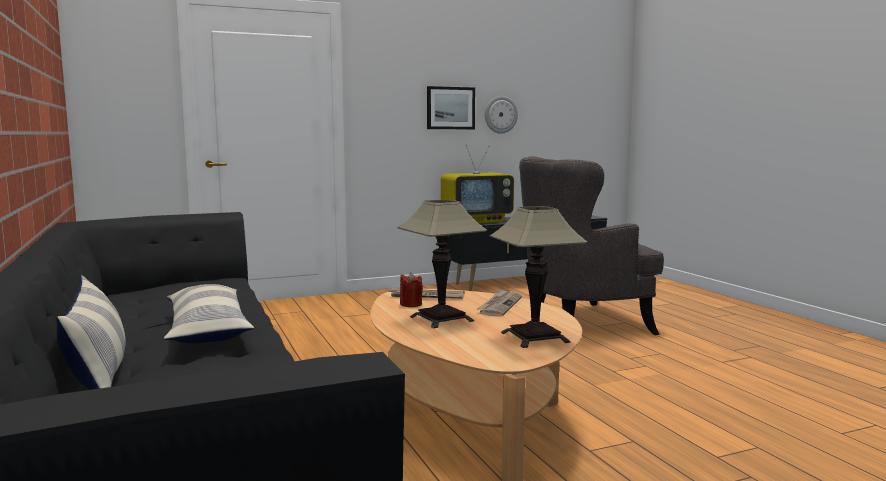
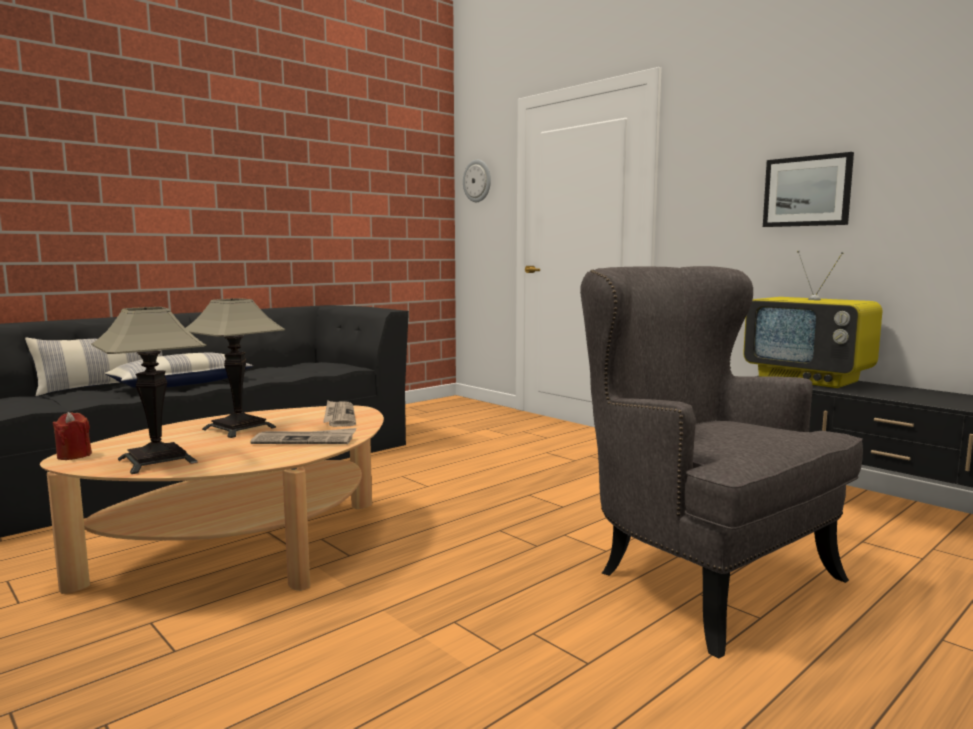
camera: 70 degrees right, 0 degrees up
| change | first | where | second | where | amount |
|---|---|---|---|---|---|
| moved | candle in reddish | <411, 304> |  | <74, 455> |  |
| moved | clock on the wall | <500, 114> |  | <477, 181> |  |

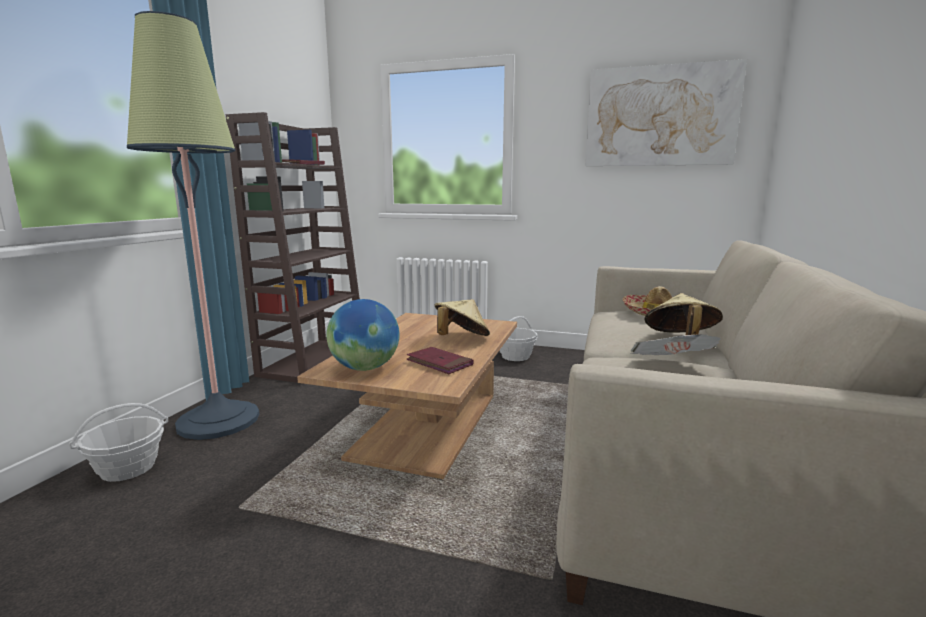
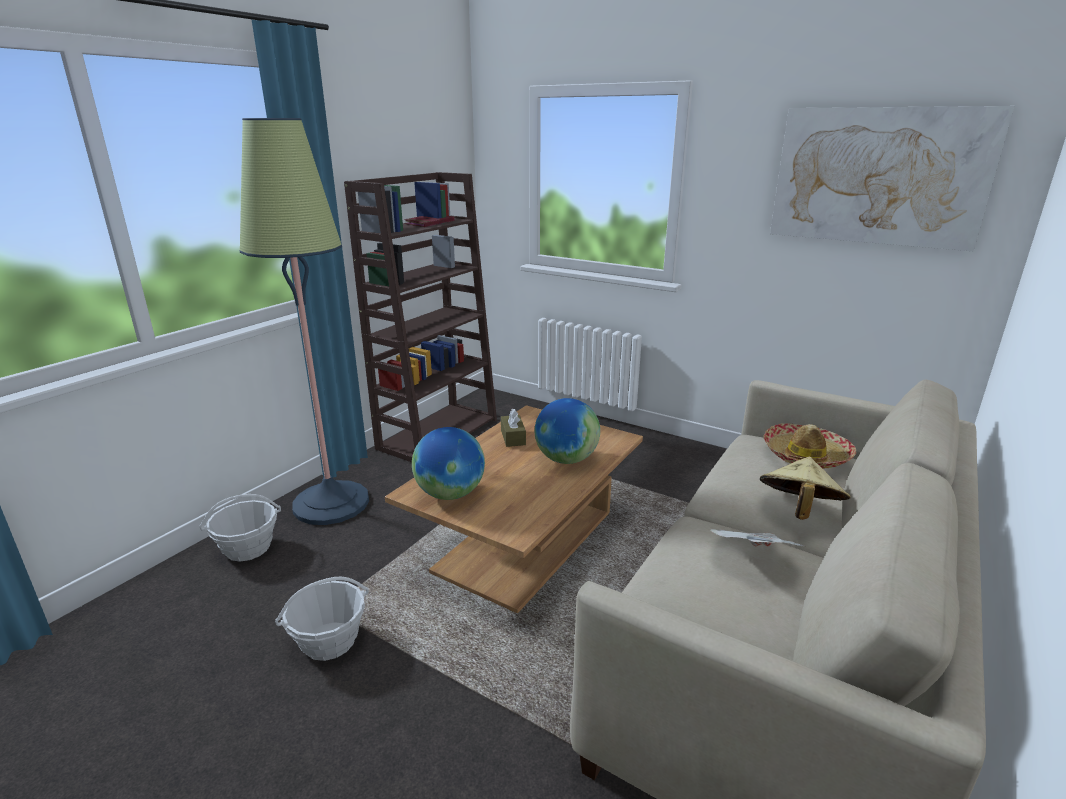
camera: 15 degrees right, 10 degrees up
| change | first | where | second | where | amount |
|---|---|---|---|---|---|
| removed | volume in reddish | <439, 363> |  |  |  |
| added |  |  | tissue holder in brown | <513, 437> |  |
| moved | basket | <515, 356> |  | <329, 641> |  |
| replaced | wearable hat in beige-coloured | <461, 338> | globe | <566, 459> |  |

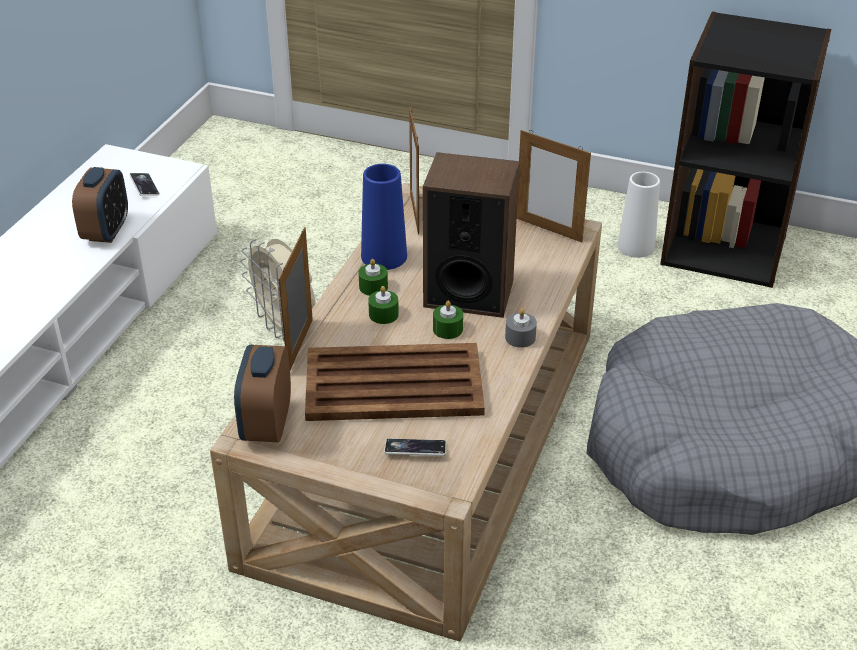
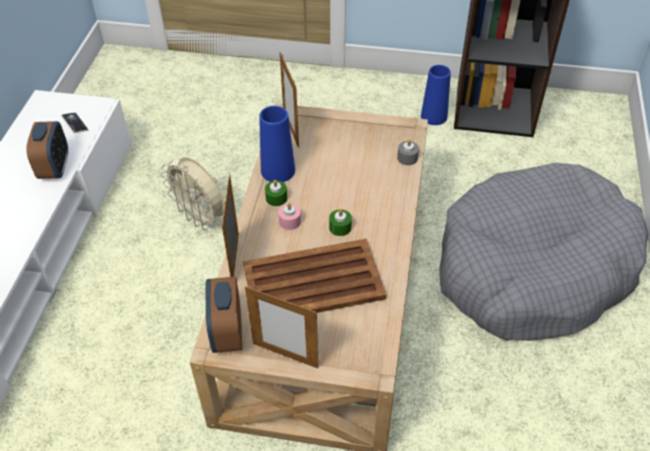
camera: 10 degrees left, 10 degrees up
| change | first | where | second | where | amount |
|---|---|---|---|---|---|
| removed | handset | <415, 450> |  |  |  |
| removed | audio speaker | <468, 293> |  |  |  |
| moved | candle in greyish | <520, 337> |  | <407, 158> |  |
| moved | photo frame | <548, 230> |  | <285, 355> |  |
| recoloured | candle in green-coloured | <383, 314> | candle in pink | <290, 221> |  |
| recoloured | vase in white-coloured | <636, 246> | vase in bluish | <434, 116> |  |

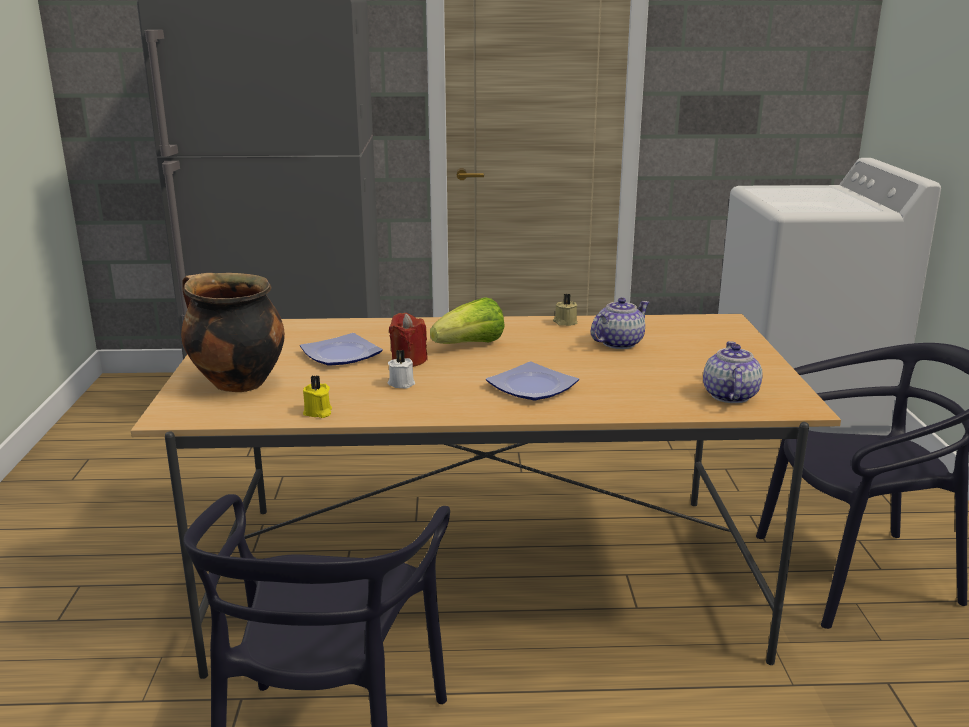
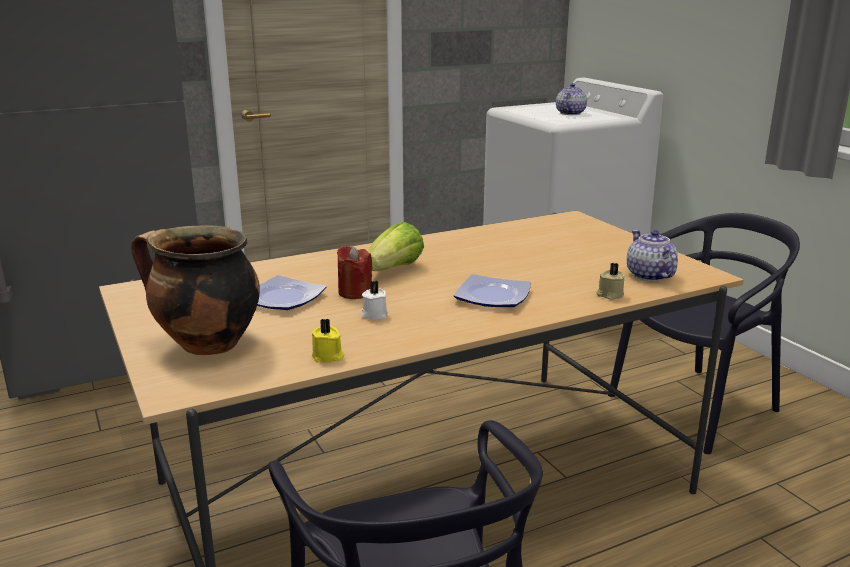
camera: 25 degrees left, 0 degrees up
| change | first | where | second | where | amount |
|---|---|---|---|---|---|
| moved | candle in beige-coloured | <565, 322> |  | <609, 295> |  |
| moved | tea pot | <618, 343> |  | <570, 113> |  |

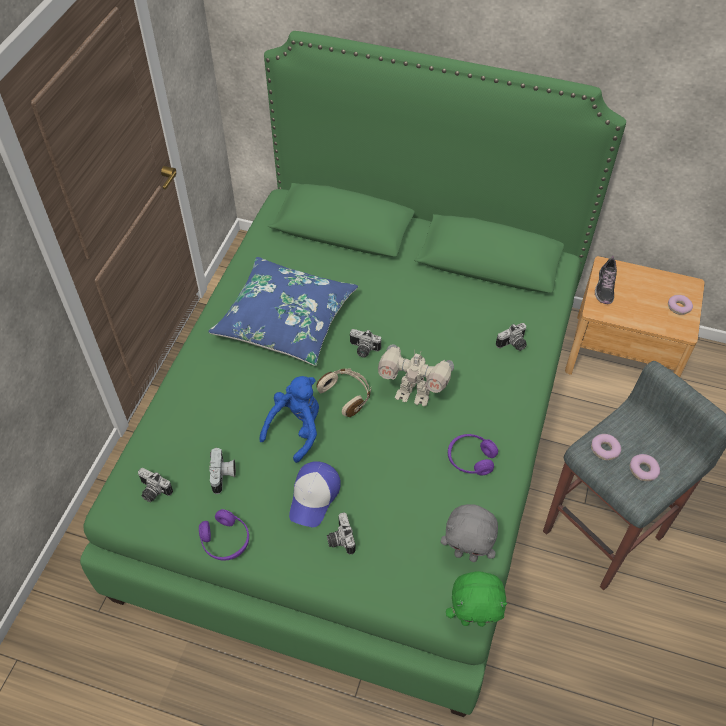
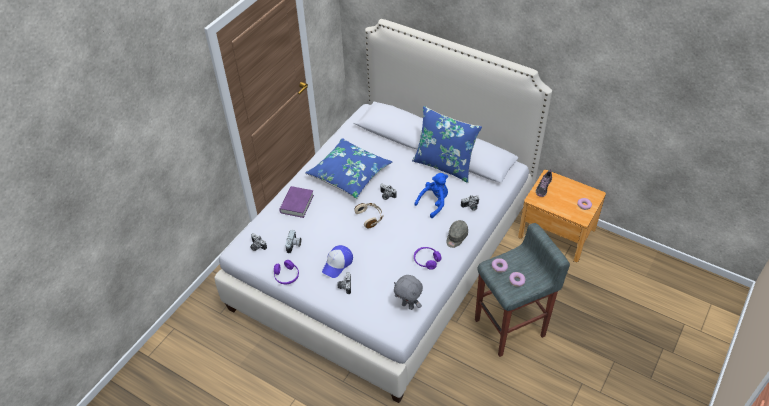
camera: 15 degrees right, 5 degrees down
| change | first | where | second | where | amount |
|---|---|---|---|---|---|
| removed | model robot | <413, 394> |  |  |  |
| removed | plush toy in green-coloured | <473, 620> |  |  |  |
| added |  |  | volume in purple-coloured | <297, 204> |  |
| added |  |  | cushion in bluish | <444, 165> |  |
| added |  |  | baseball cap in greyish | <456, 237> |  |
| moved | plush toy in bluish | <296, 429> |  | <434, 203> |  |
| recoloured | bedroom bed in green-coloured | <362, 441> | bedroom bed in white-coloured | <385, 253> |  |

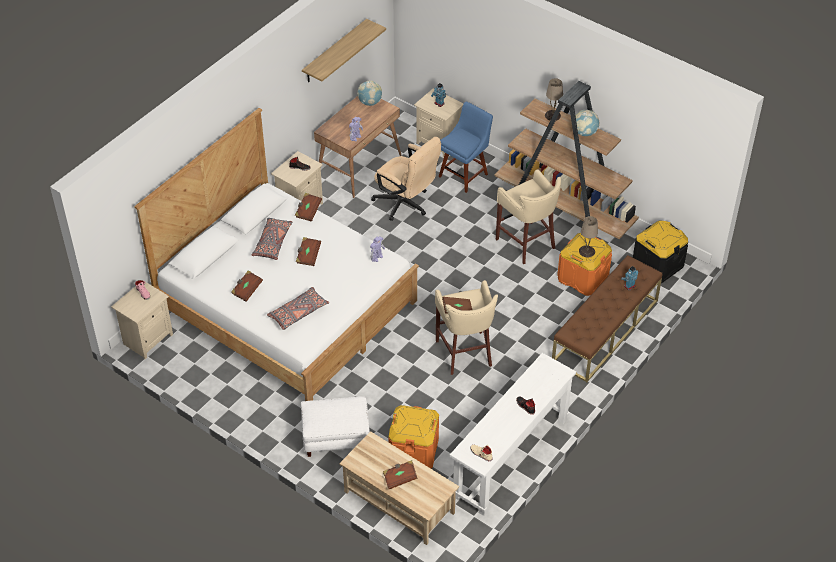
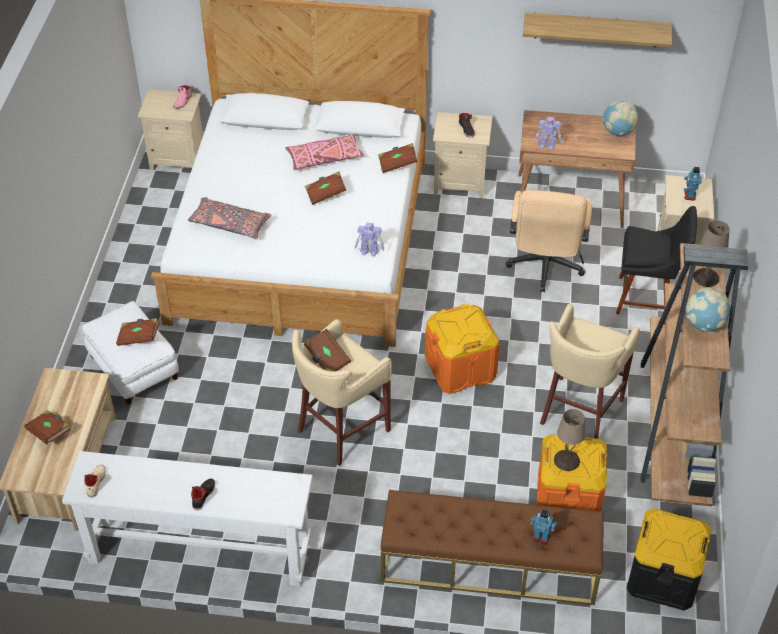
camera: 60 degrees right, 0 degrees up
| change | first | where | second | where | amount |
|---|---|---|---|---|---|
| moved | volume in brown | <247, 290> |  | <139, 337> |  |
| moved | storage container in orange-coloured | <413, 450> |  | <460, 368> |  |
| recoloured | cushion in greyish | <272, 243> | cushion in pink | <325, 158> |  |
| recoloured | chair in bluish | <464, 174> | chair in black | <647, 298> |  |

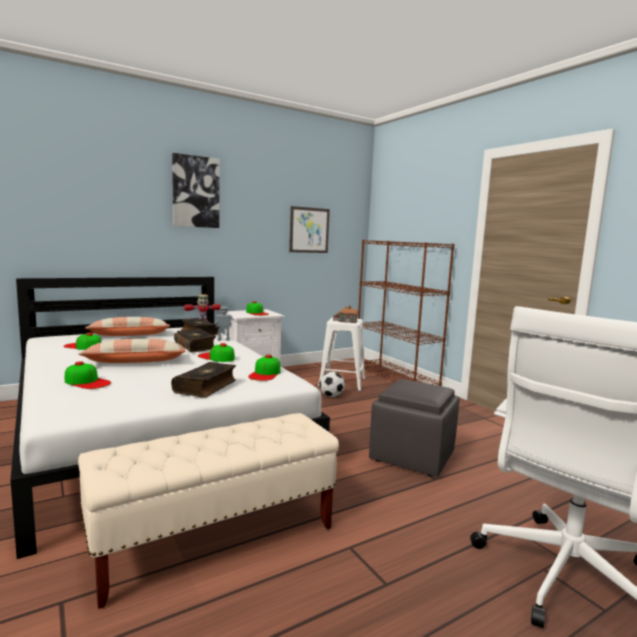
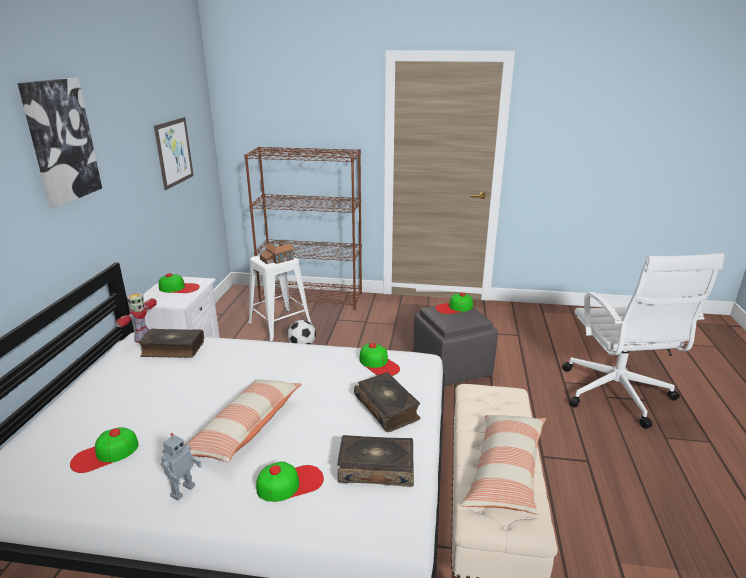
camera: 50 degrees left, 15 degrees up
| change | first | where | second | where | amount |
|---|---|---|---|---|---|
| moved | cushion | <129, 335> |  | <505, 471> |  |
| moved | volume | <195, 346> |  | <376, 468> |  |
| moved | baseball cap | <216, 357> |  | <454, 307> |  |
| moved | model robot | <223, 339> |  | <182, 490> |  |

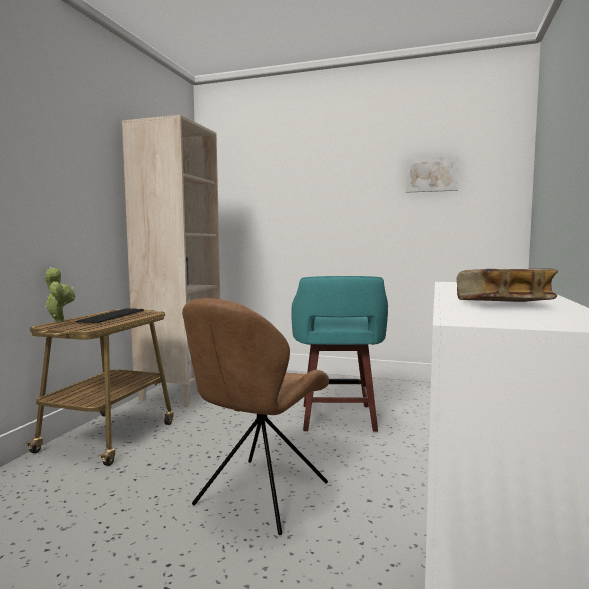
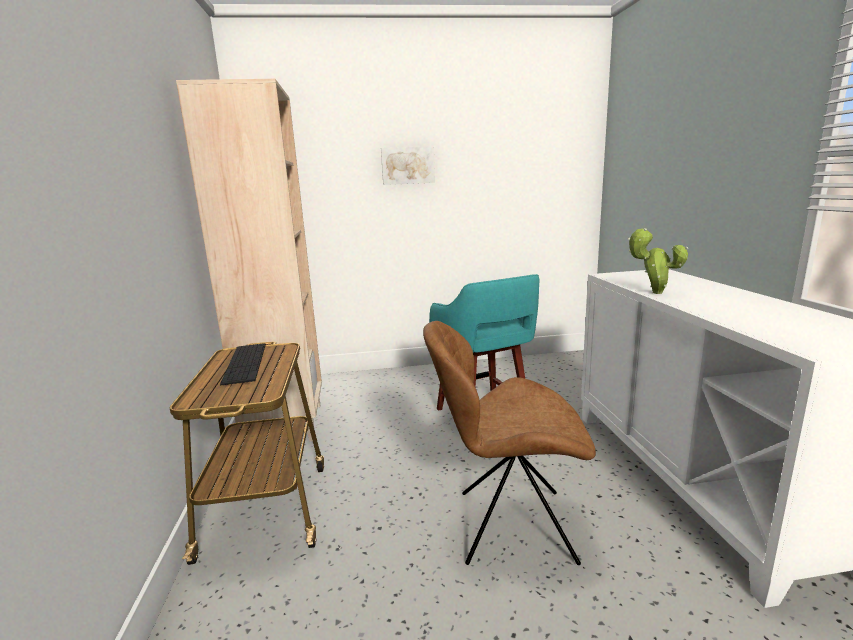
camera: 25 degrees left, 10 degrees up
| change | first | where | second | where | amount |
|---|---|---|---|---|---|
| removed | volume | <503, 304> |  |  |  |
| moved | plant in a pot | <59, 321> |  | <653, 292> |  |
| moved | wall picture | <431, 174> |  | <408, 165> |  |
| turned | chair in brown | <259, 496> |  | <509, 525> | 90 degrees clockwise |

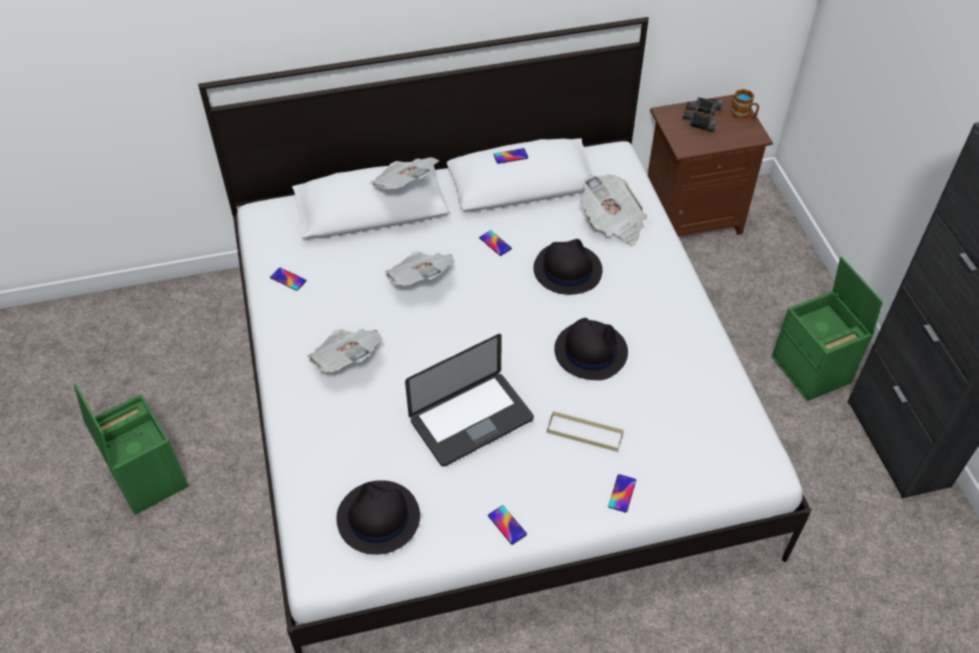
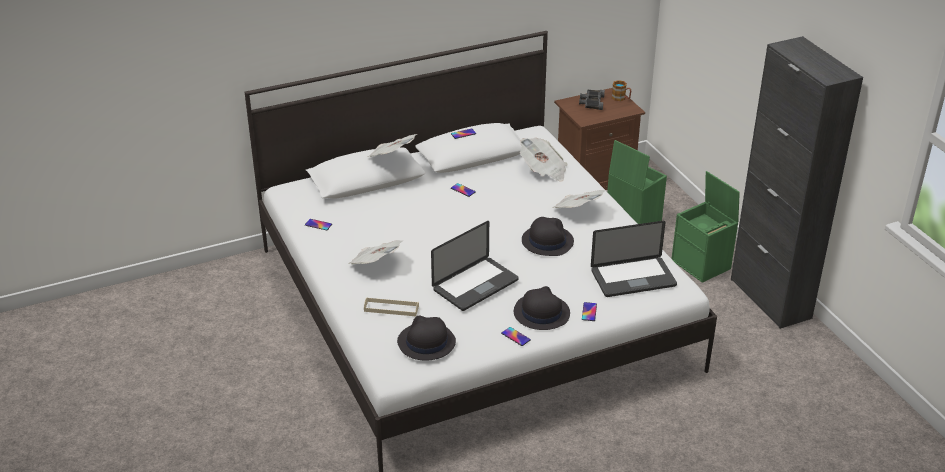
camera: 10 degrees left, 15 degrees down
| change | first | where | second | where | amount |
|---|---|---|---|---|---|
| added |  |  | portable computer | <633, 278> |  |
| moved | storage container in green-coloured | <146, 476> |  | <632, 219> |  |
| moved | newspaper | <420, 279> |  | <578, 210> |  |
| moved | wearable hat in black | <567, 269> |  | <541, 313> |  |
| moved | tray in beige-coloured | <584, 433> |  | <391, 308> |  |

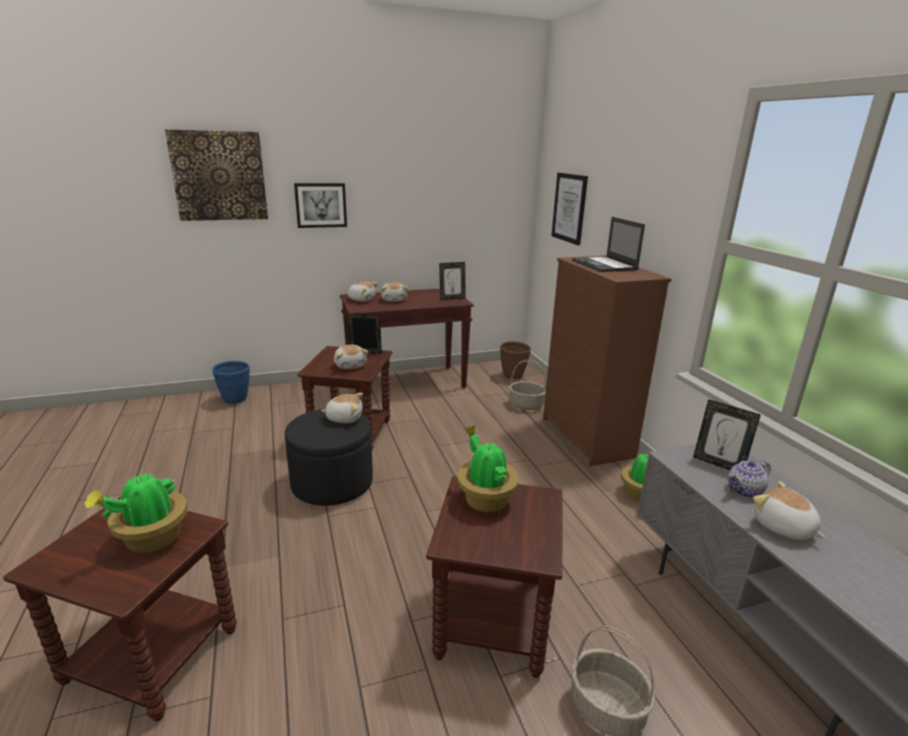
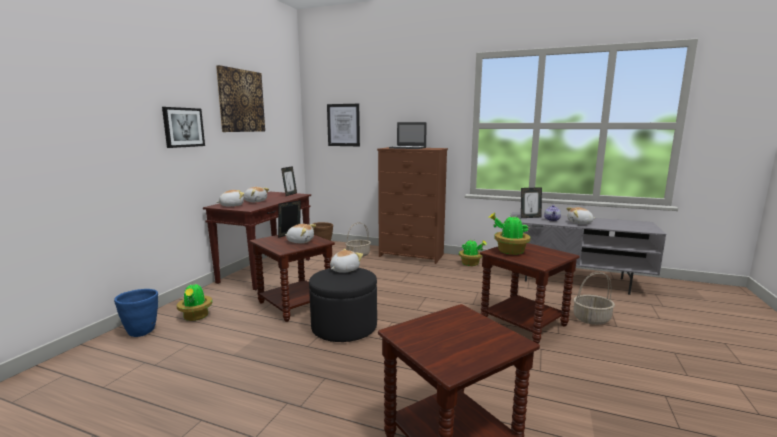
camera: 50 degrees left, 10 degrees down
| change | first | where | second | where | amount |
|---|---|---|---|---|---|
| moved | plant in a pot | <151, 540> |  | <196, 317> |  |
| moved | wall picture | <219, 176> |  | <241, 101> |  |

